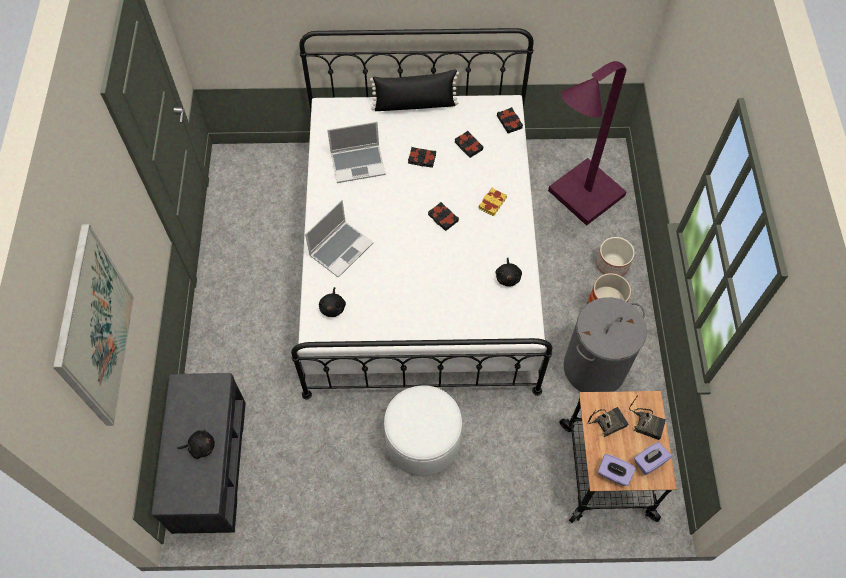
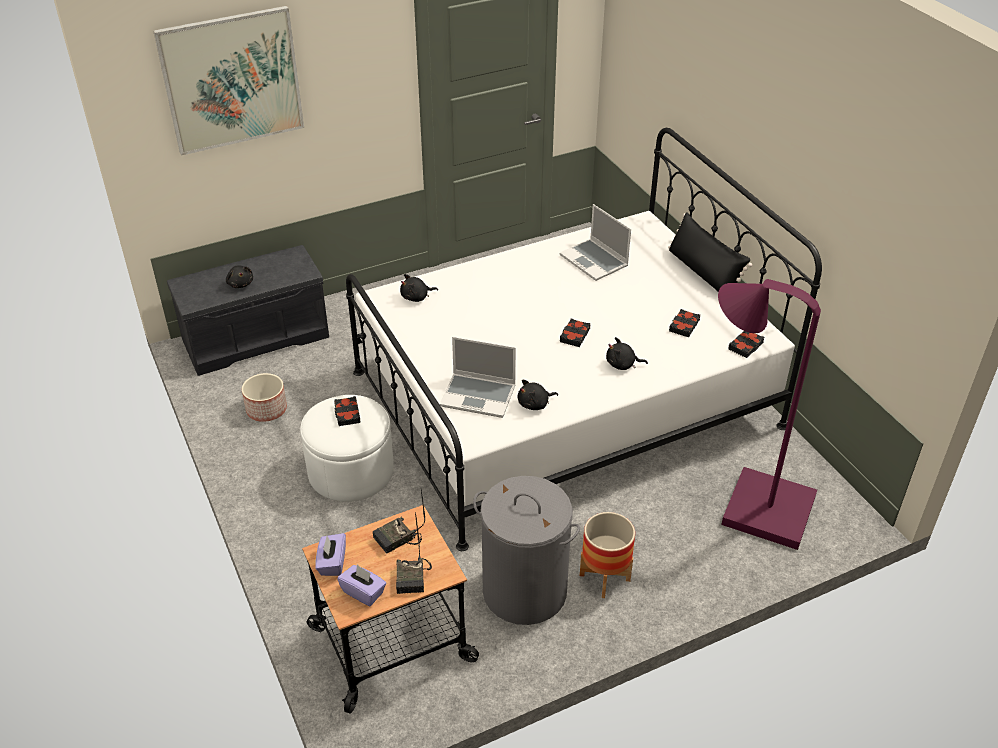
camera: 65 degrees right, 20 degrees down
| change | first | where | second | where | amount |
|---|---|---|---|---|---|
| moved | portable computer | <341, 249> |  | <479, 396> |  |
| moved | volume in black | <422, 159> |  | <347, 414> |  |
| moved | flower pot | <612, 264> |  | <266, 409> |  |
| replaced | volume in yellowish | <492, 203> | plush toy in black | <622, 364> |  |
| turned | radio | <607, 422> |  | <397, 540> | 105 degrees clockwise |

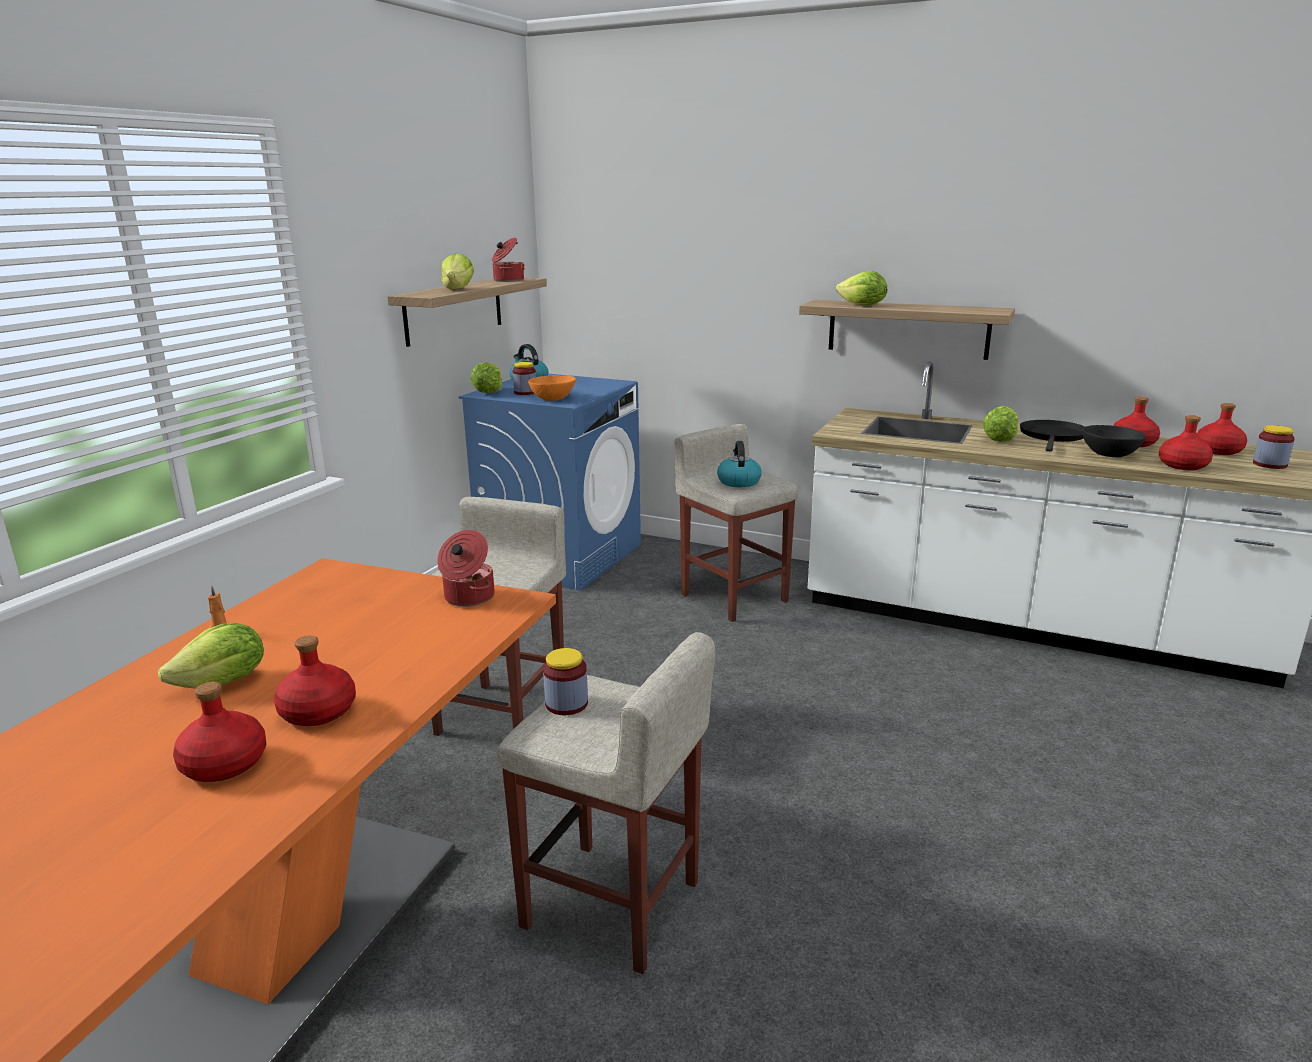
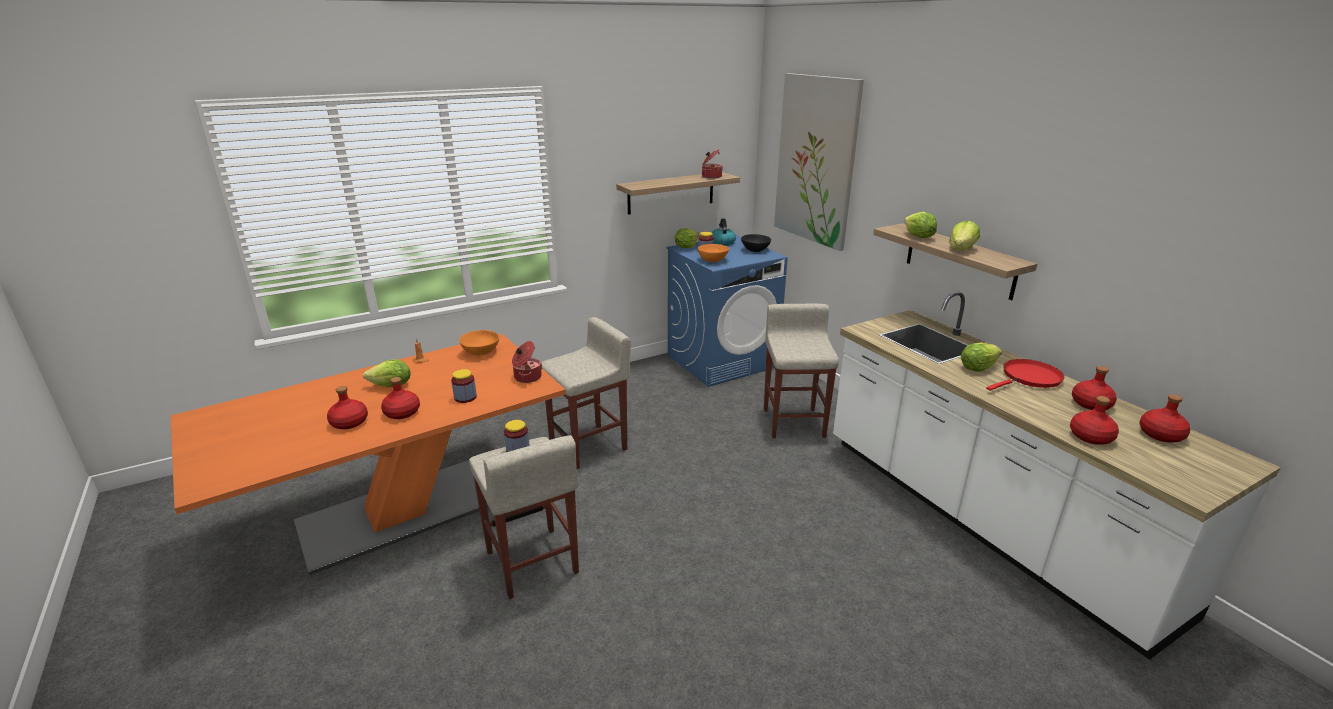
camera: 35 degrees right, 5 degrees up
| change | first | where | second | where | amount |
|---|---|---|---|---|---|
| removed | water kettle | <738, 481> |  |  |  |
| added |  |  | bowl in orange-coloured | <481, 352> |  |
| added |  |  | wall picture | <816, 160> |  |
| moved | lettuce | <458, 289> |  | <961, 249> |  |
| moved | bowl in black | <1110, 454> |  | <755, 250> |  |
| moved | jar | <1269, 464> |  | <465, 397> |  |
| recoloured | frying pan in black | <1053, 436> | frying pan in reddish | <1029, 378> |  |

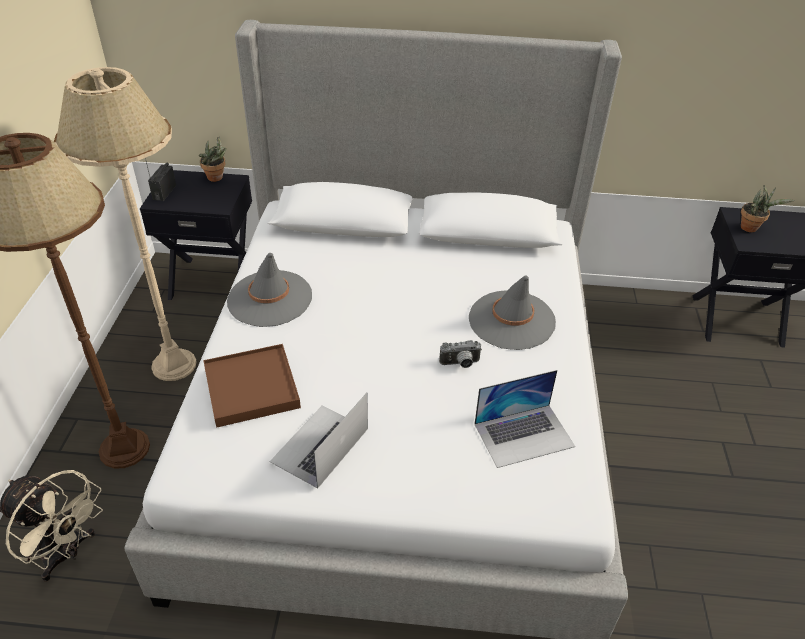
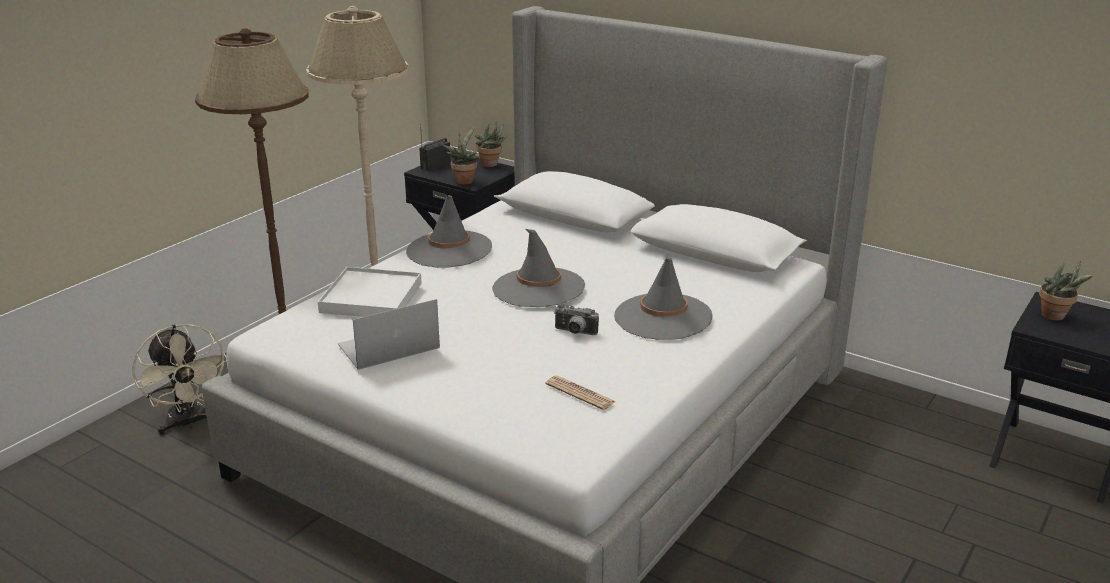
camera: 30 degrees right, 15 degrees down
| change | first | where | second | where | amount |
|---|---|---|---|---|---|
| added |  |  | plant in a pot | <464, 180> |  |
| added |  |  | wearable hat in greyish | <538, 288> |  |
| replaced | portable computer | <524, 435> | newspaper | <580, 393> |  |
| recoloured | tray in brown | <252, 388> | tray in white-coloured | <371, 298> |  |

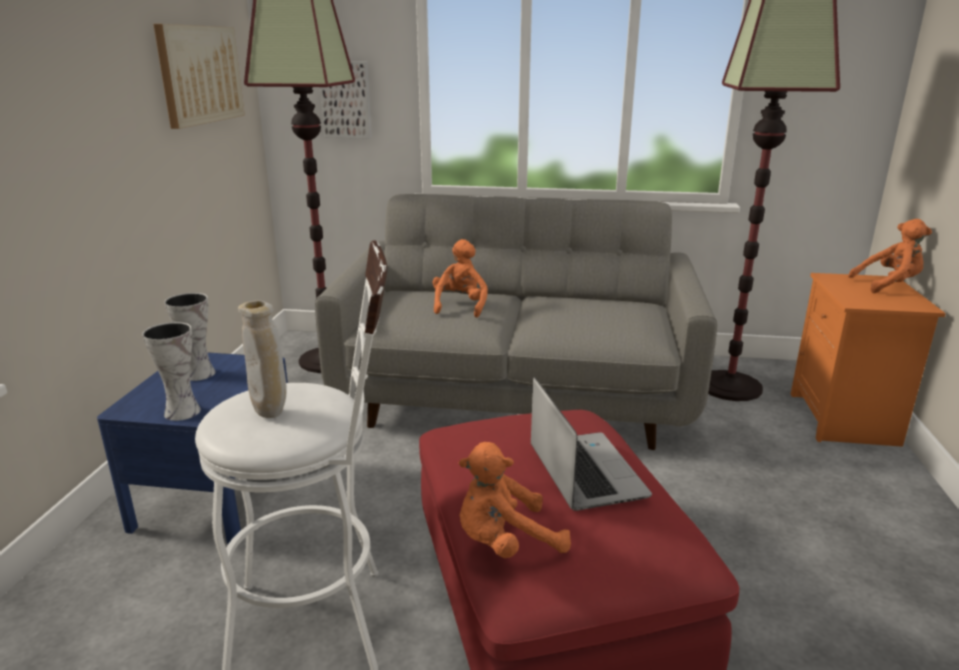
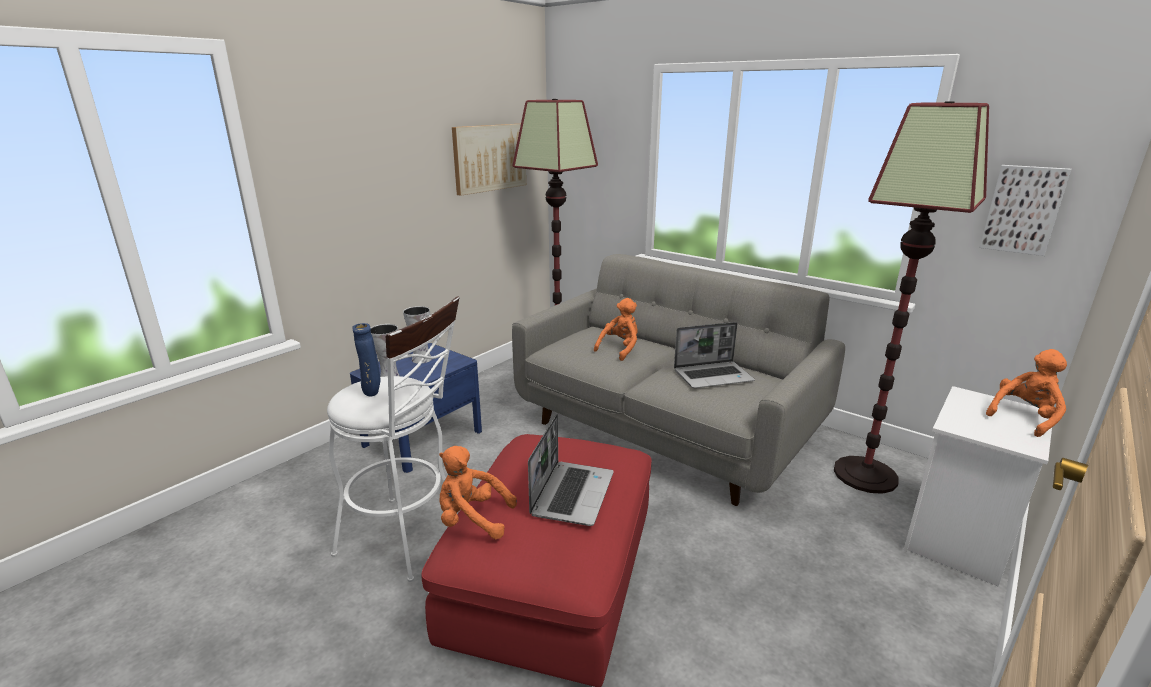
camera: 30 degrees right, 0 degrees up
| change | first | where | second | where | amount |
|---|---|---|---|---|---|
| added |  |  | portable computer | <713, 376> |  |
| moved | wall picture | <346, 100> |  | <1023, 209> |  |
| recoloured | vase in beige-coloured | <271, 413> | vase in bluish | <372, 393> |  |
| recoloured | night table in orange-coloured | <845, 420> | night table in white-coloured | <958, 541> |  |
| turned | plush toy in orange-coloured | <888, 285> |  | <1024, 417> | 60 degrees counterclockwise |

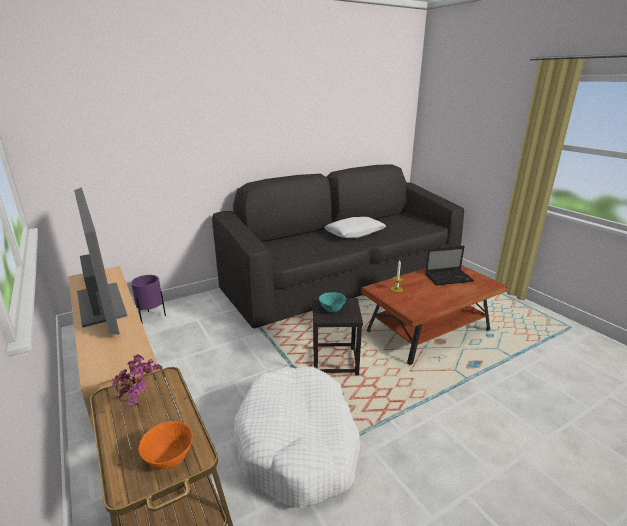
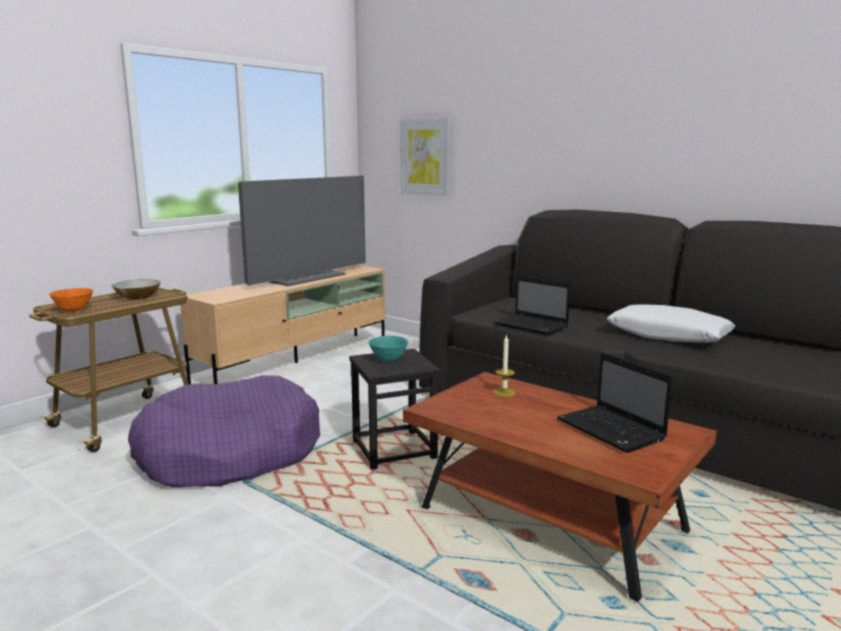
camera: 70 degrees right, 10 degrees down
| change | first | where | second | where | amount |
|---|---|---|---|---|---|
| removed | flower pot in purple-coloured | <152, 317> |  |  |  |
| added |  |  | wall picture | <425, 157> |  |
| added |  |  | portable computer | <532, 326> |  |
| replaced | plant in a pot | <142, 404> | bowl | <137, 297> |  |
| recoloured | dog cushion in white-coloured | <298, 444> | dog cushion in purple-coloured | <229, 453> |  |

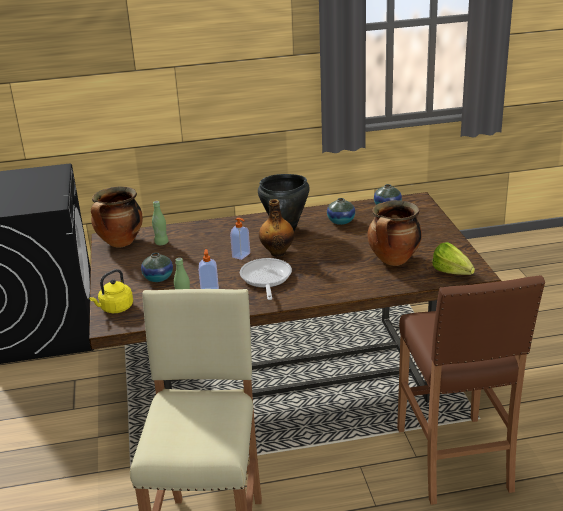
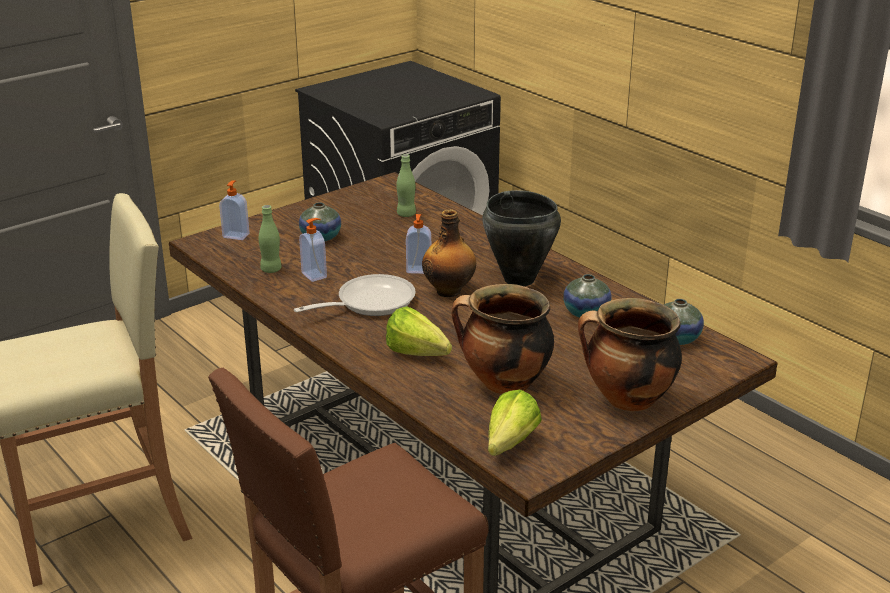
camera: 60 degrees right, 0 degrees up
| change | first | where | second | where | amount |
|---|---|---|---|---|---|
| added |  |  | lettuce | <421, 356> |  |
| moved | cooking pot | <120, 243> |  | <627, 400> |  |
| replaced | water kettle in yellowish | <115, 308> | soap dispenser | <236, 235> |  |

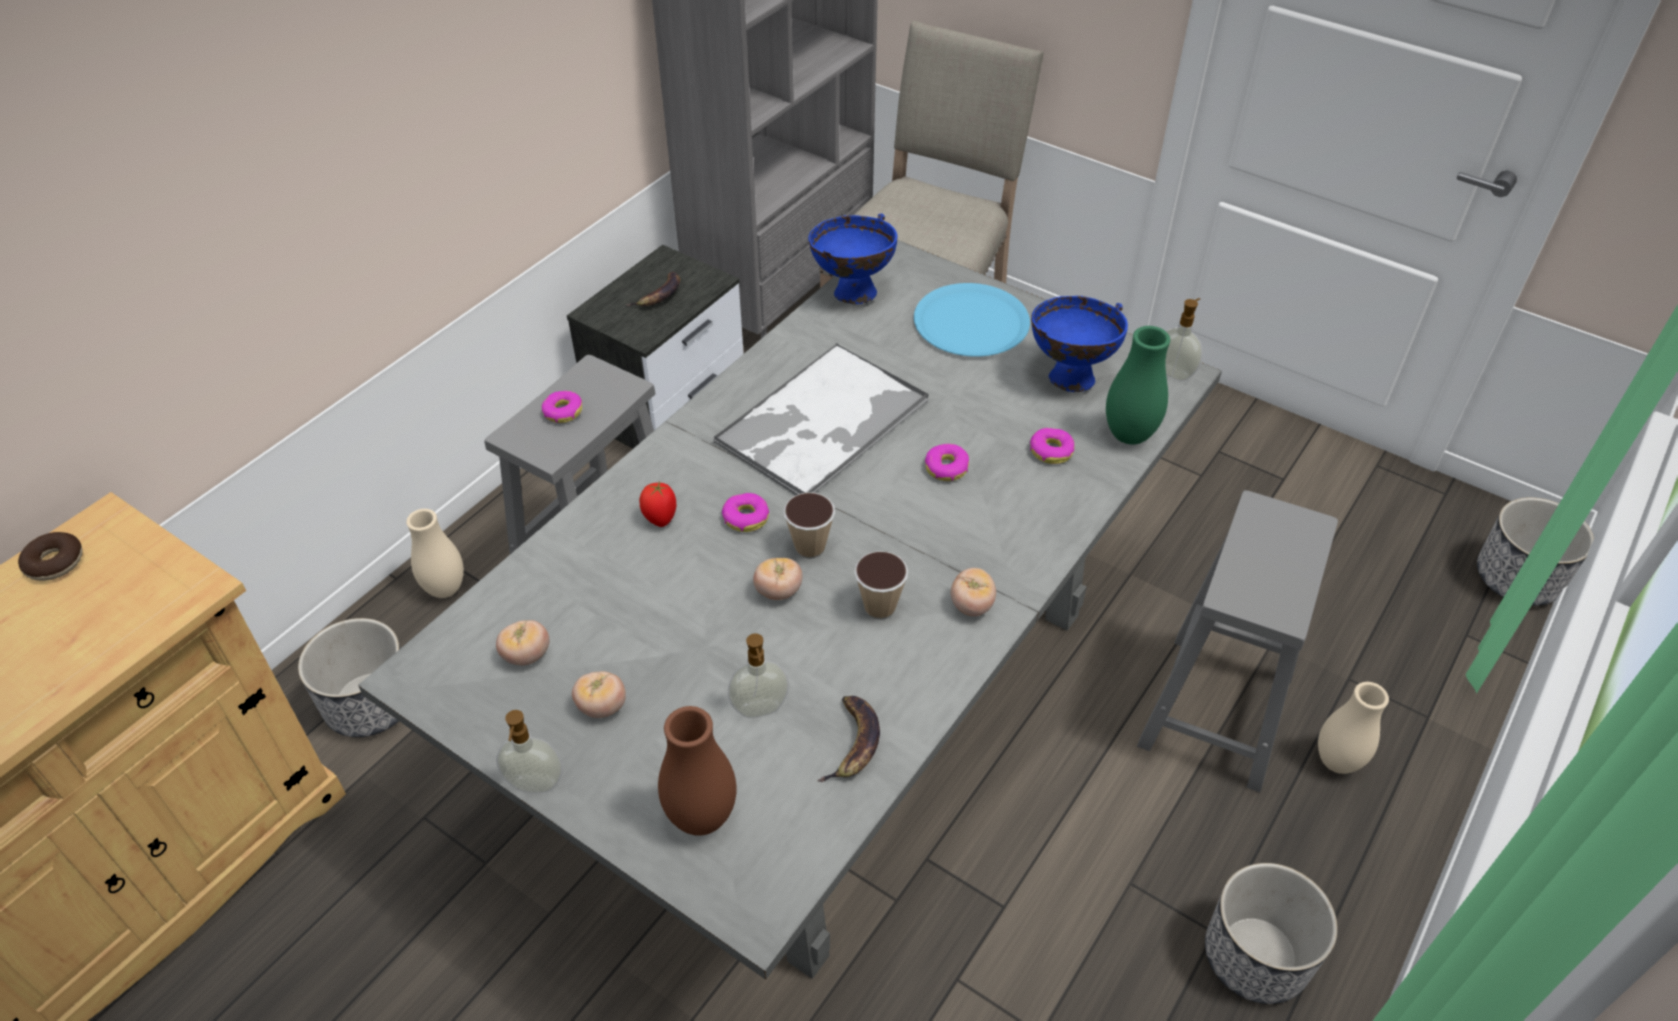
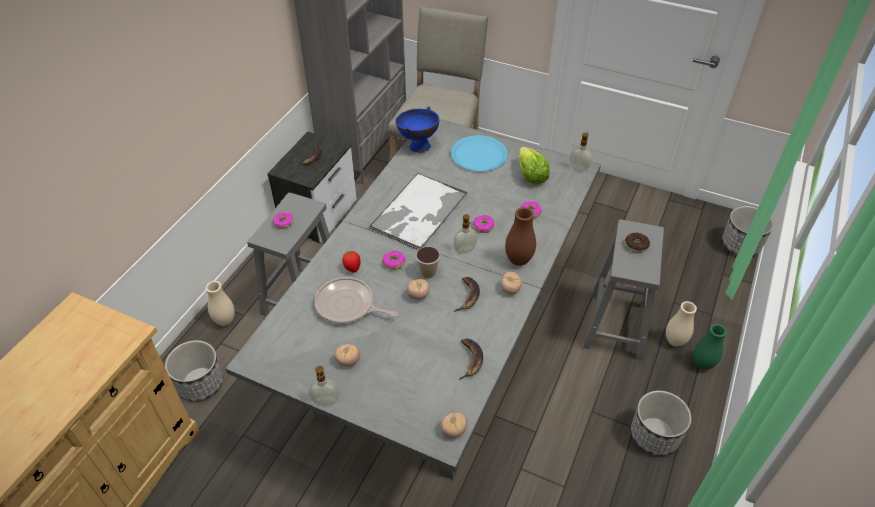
camera: 10 degrees left, 0 degrees up
| change | first | where | second | where | amount |
|---|---|---|---|---|---|
| added |  |  | frying pan | <348, 306> |  |
| moved | doughnut | <55, 563> |  | <636, 245> |  |
| moved | tomato | <526, 655> |  | <453, 430> |  |
| moved | vase in brown | <701, 817> |  | <518, 260> |  |
| moved | soap dispenser | <760, 710> |  | <465, 251> |  |
| moved | vase in green-coloured | <1129, 435> |  | <702, 364> |  |
| replaced | drinking cup | <879, 607> | banana | <467, 296> |  |
| replaced | bowl in bluish | <1068, 377> | lettuce | <531, 176> |  |

